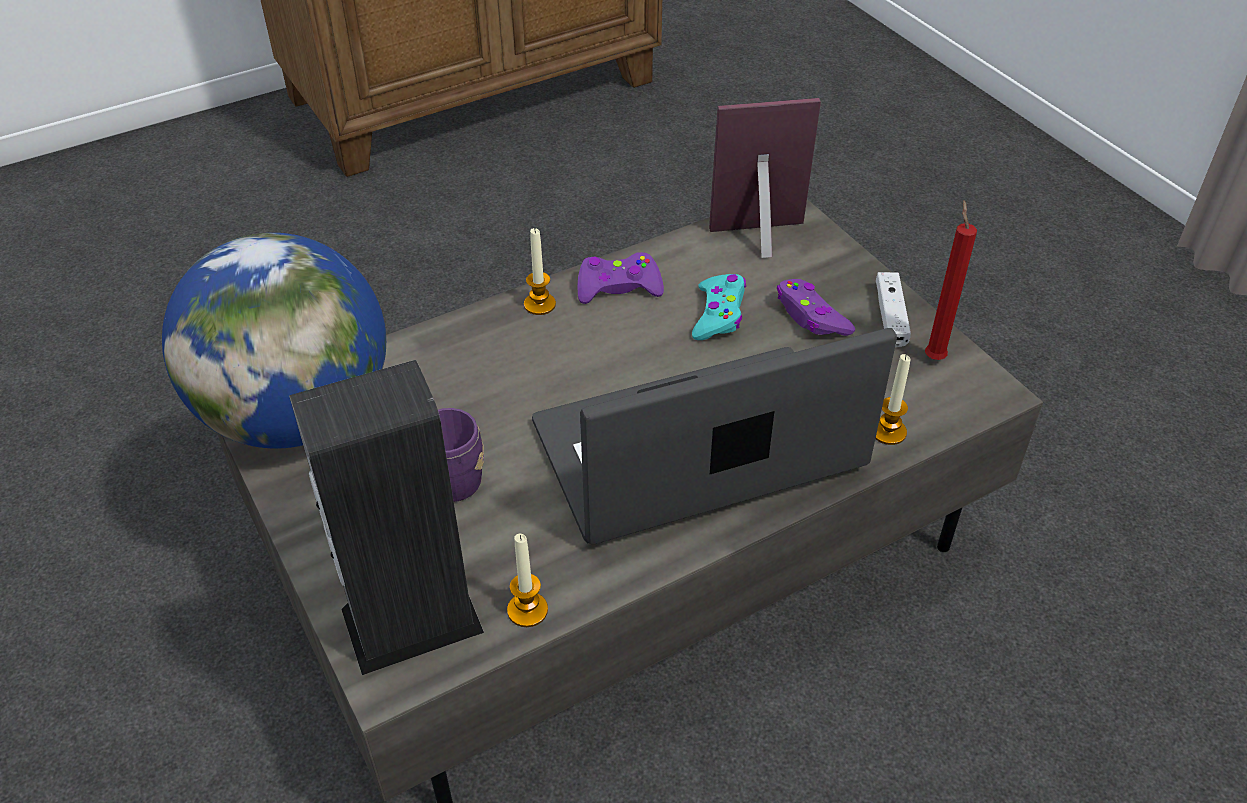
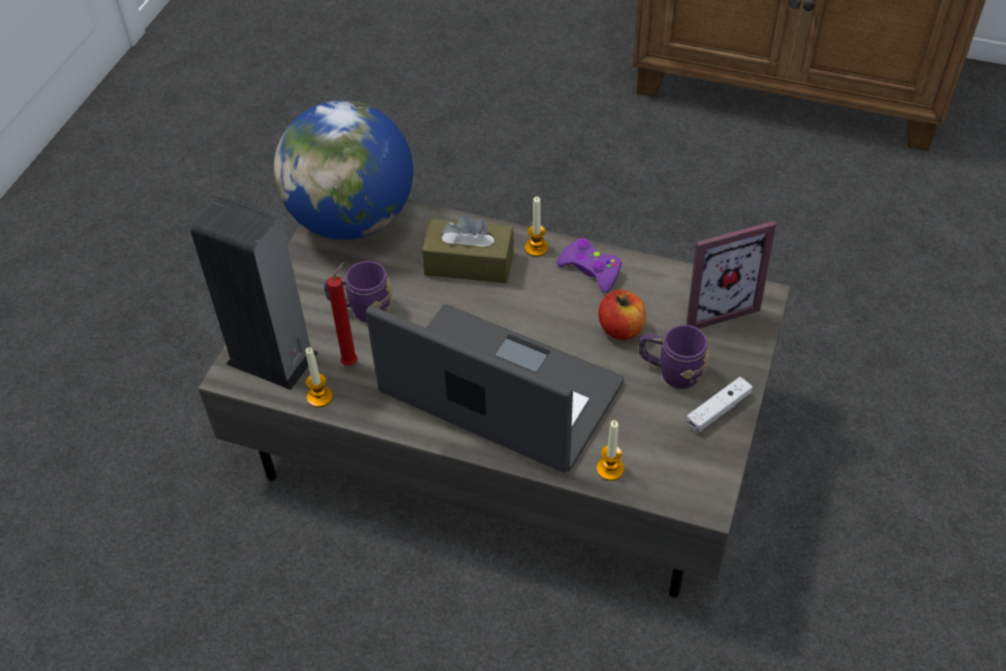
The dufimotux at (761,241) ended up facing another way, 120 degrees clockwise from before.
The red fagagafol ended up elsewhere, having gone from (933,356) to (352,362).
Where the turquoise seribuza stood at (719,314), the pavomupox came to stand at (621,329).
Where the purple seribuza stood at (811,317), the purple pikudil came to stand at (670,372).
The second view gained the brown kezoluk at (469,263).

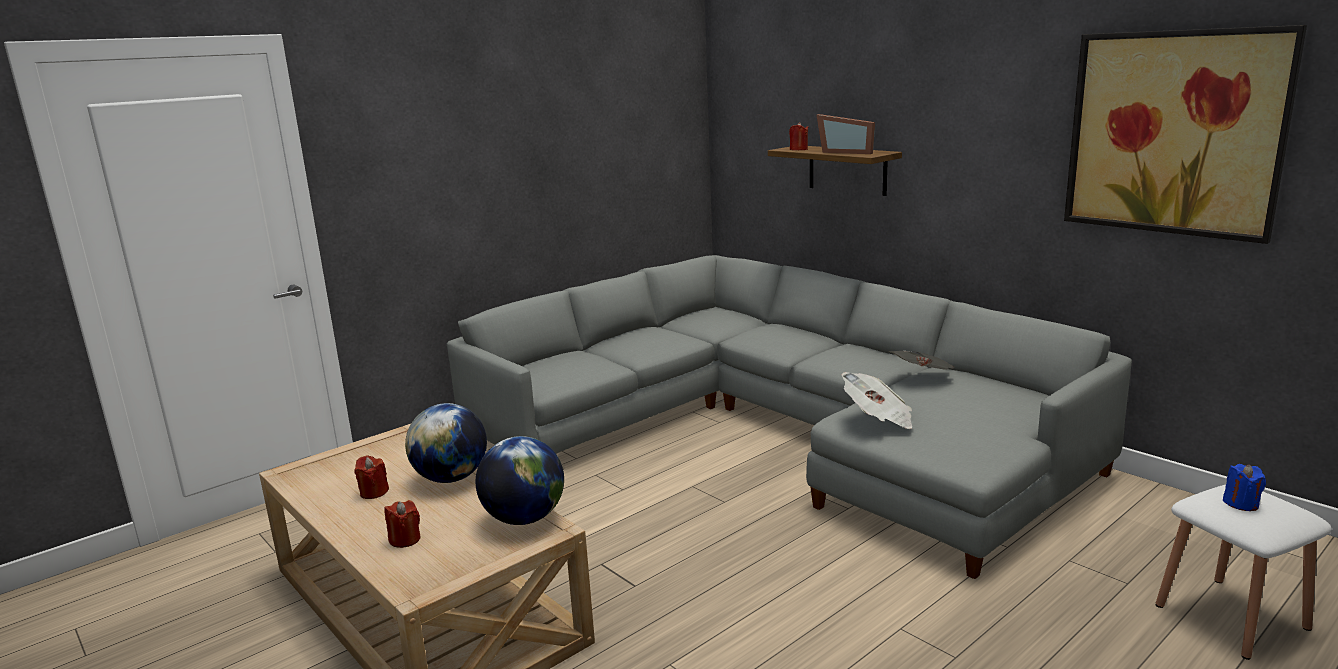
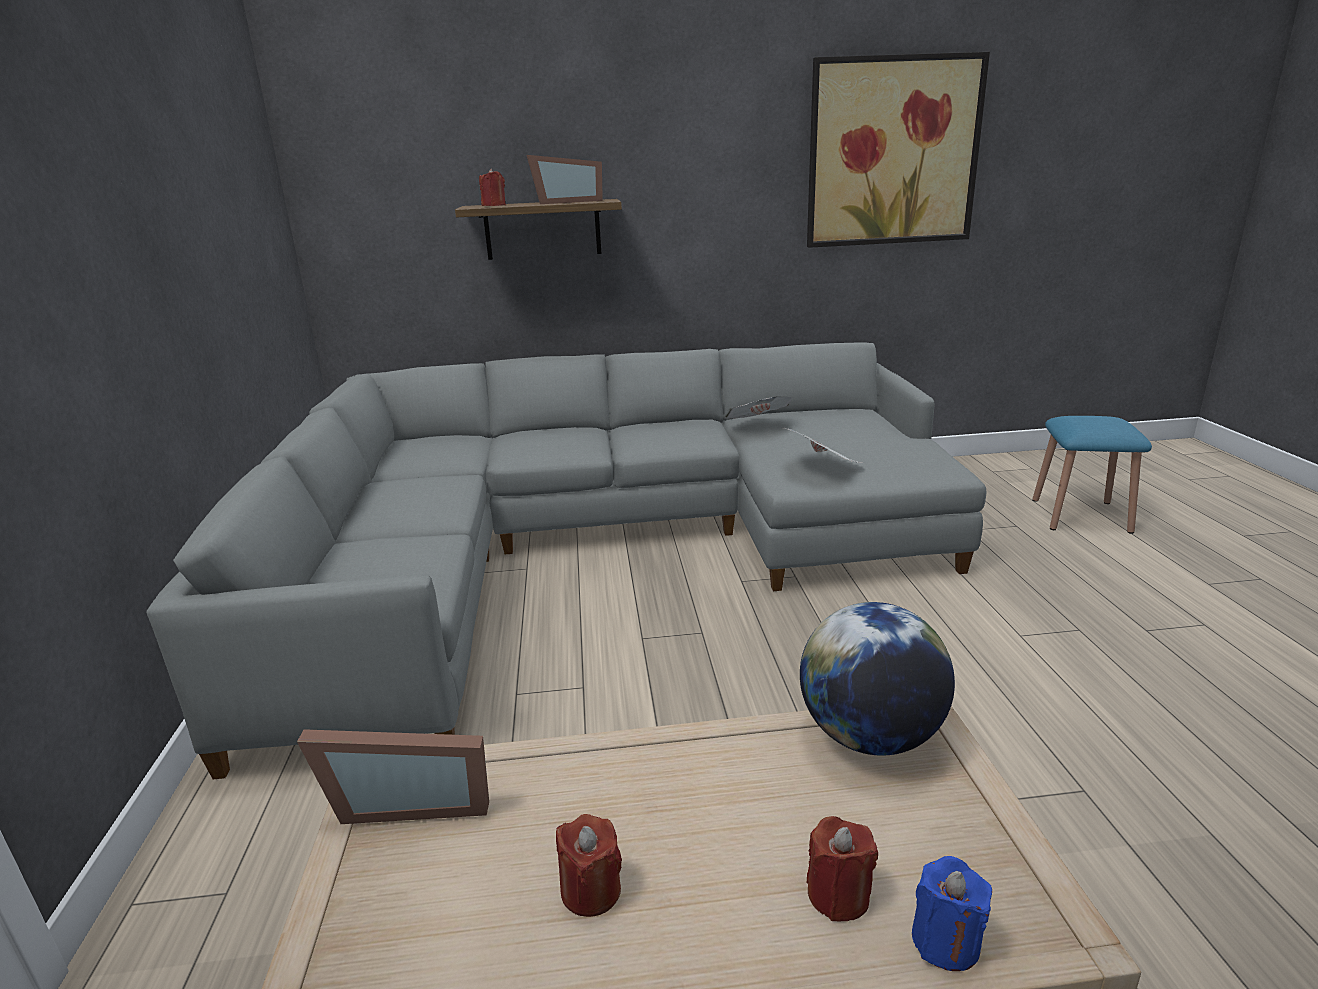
The second view lost the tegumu at (451,478).
The blue fagagafol ended up elsewhere, having gone from (1241,503) to (945,941).
What was the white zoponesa at (1231,616) turned into the blue zoponesa at (1080,515).
The second view gained the dufimotux at (411,801).

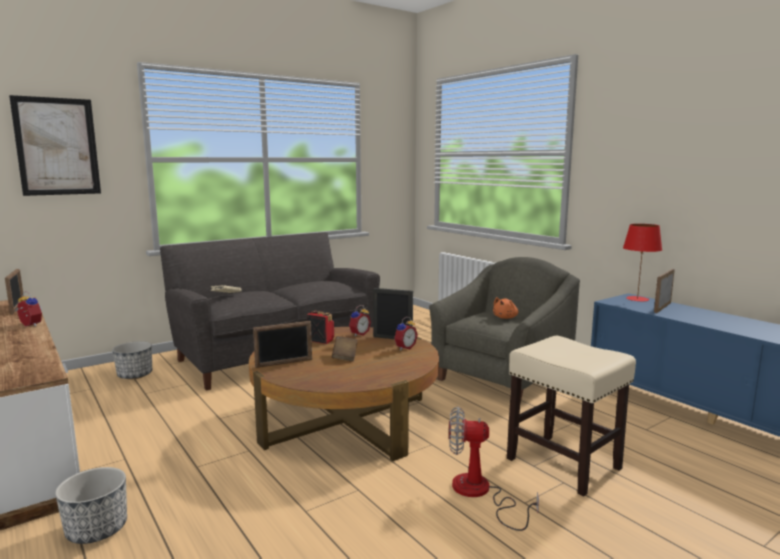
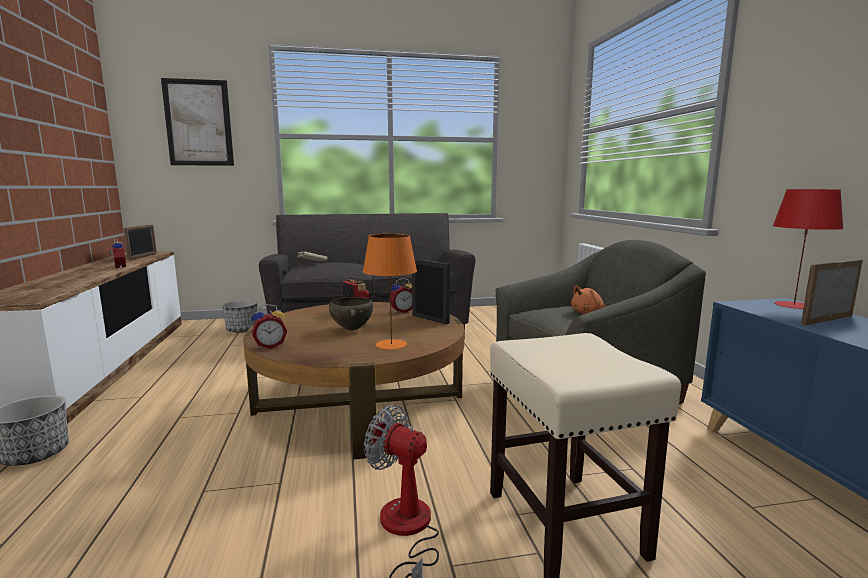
The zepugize ended up elsewhere, having gone from (404,348) to (270,346).
The second view lost the dufimotux at (284,363).
Where the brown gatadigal stood at (345,356), the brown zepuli came to stand at (352,329).
The second view gained the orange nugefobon at (391,345).

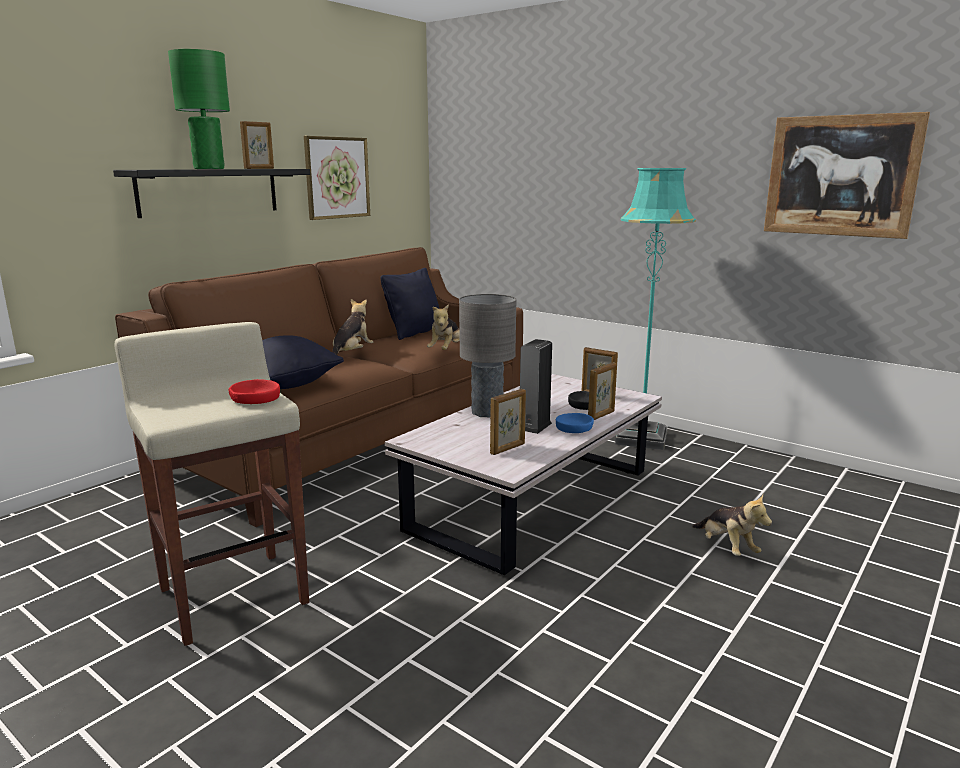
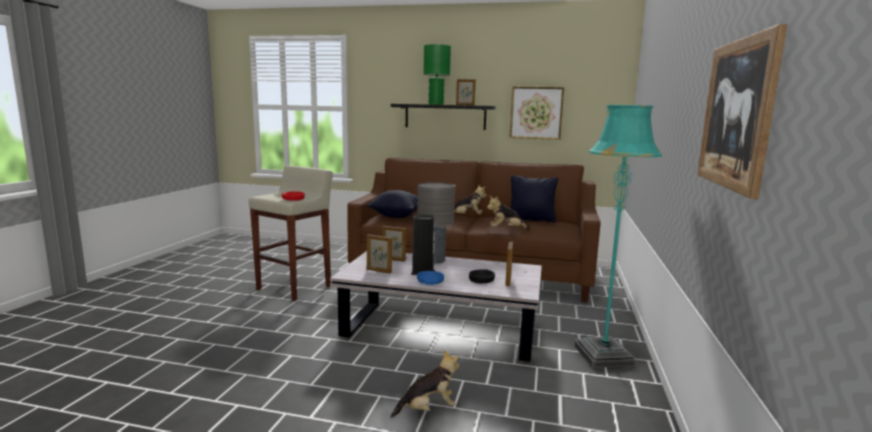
The dufimotux ended up elsewhere, having gone from (601,416) to (393,259).
The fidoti at (726,548) ended up facing another way, 150 degrees counterclockwise from before.

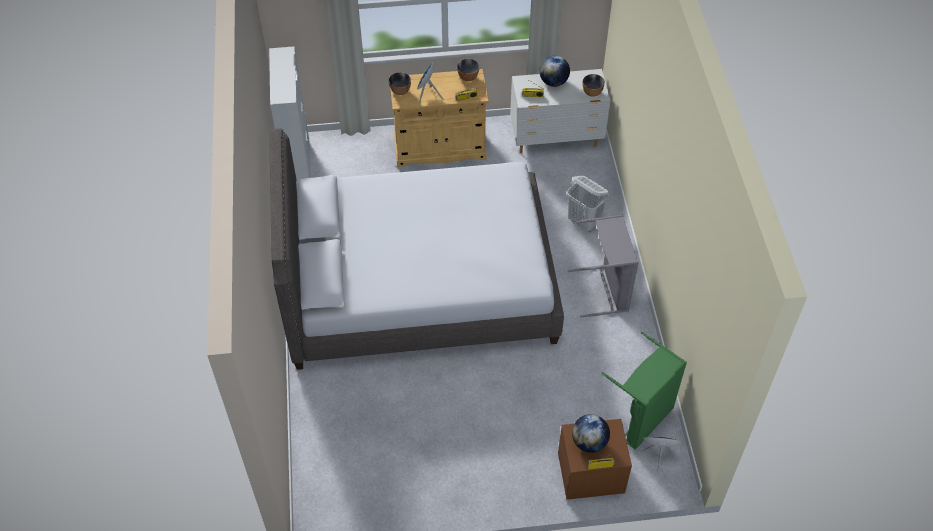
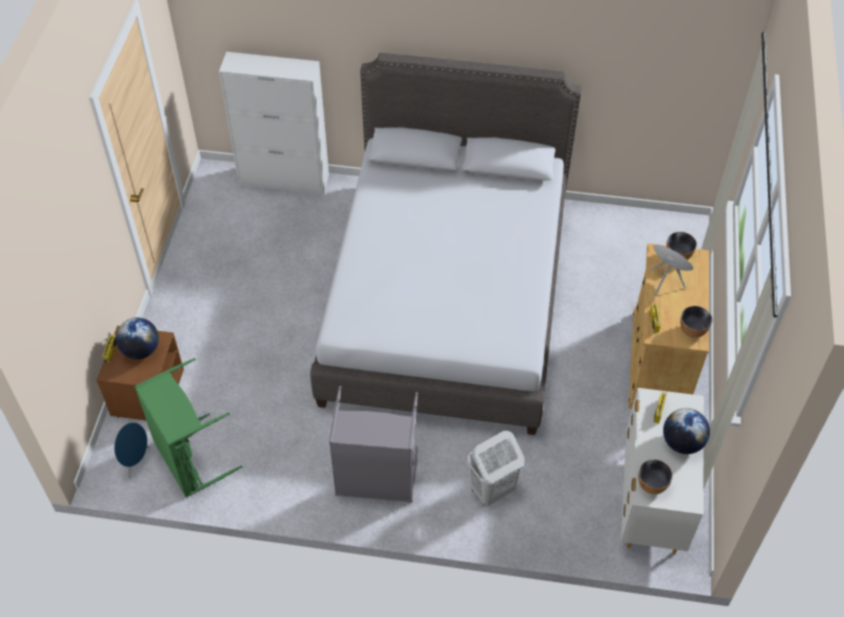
The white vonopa ended up elsewhere, having gone from (299,168) to (284,180).

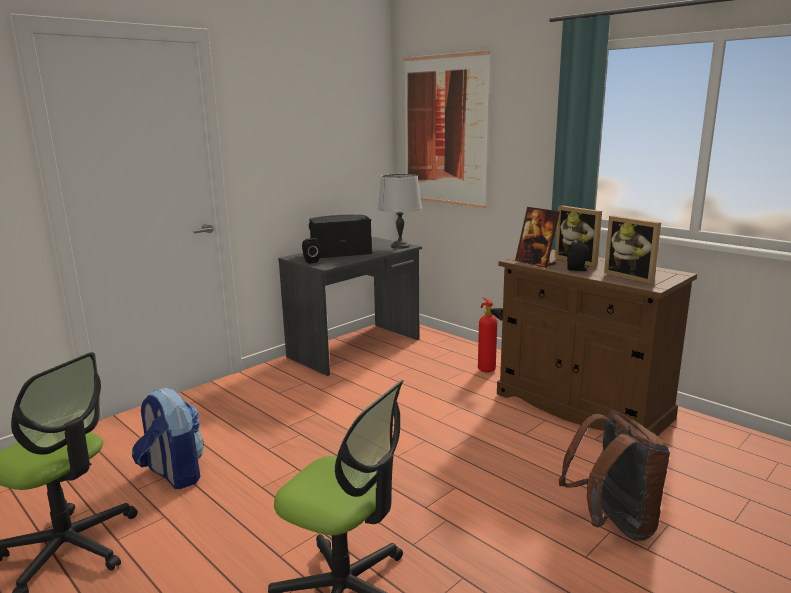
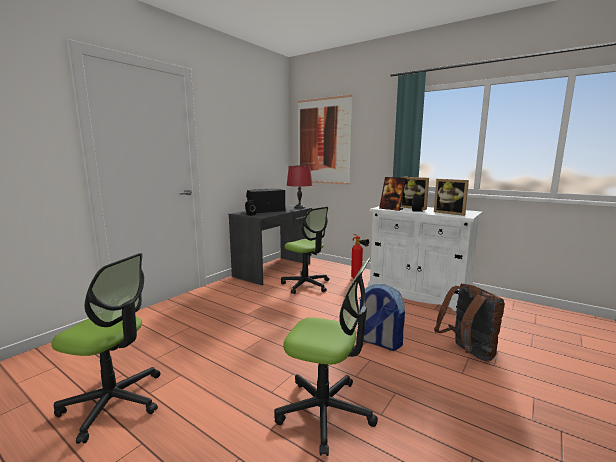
What was the grey nugefobon at (399,246) turned into the red nugefobon at (299,208).
What was the brown vonopa at (581,406) turned into the white vonopa at (418,293).
The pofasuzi ended up elsewhere, having gone from (173,474) to (378,342).
The second view gained the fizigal at (306,285).

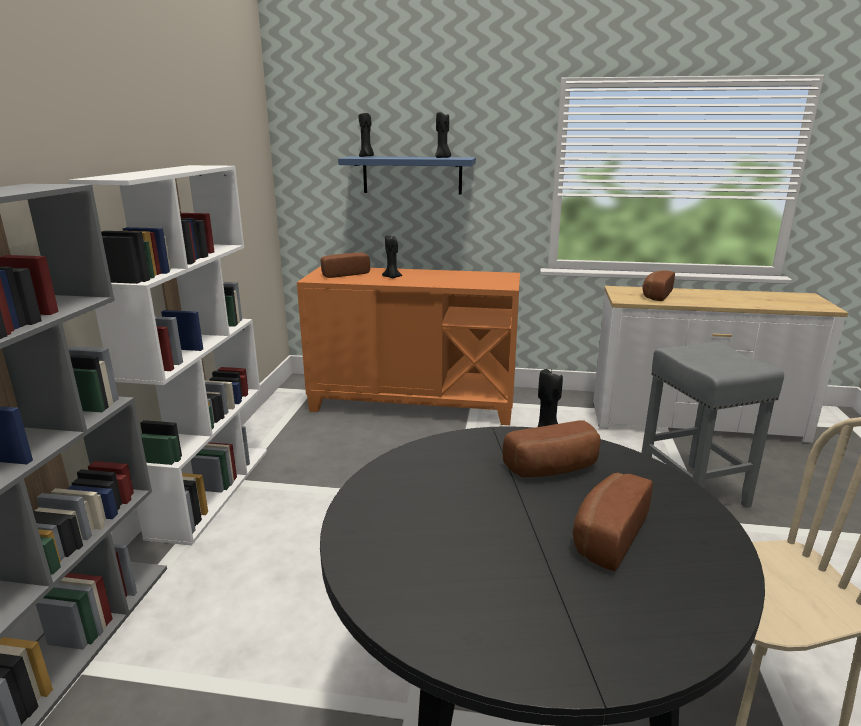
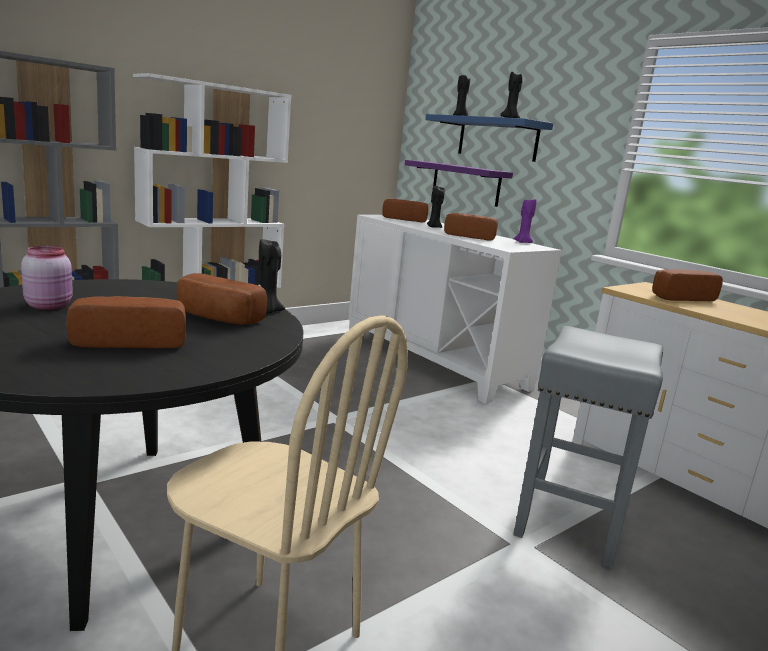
What was the orange vonopa at (413,403) turned into the white vonopa at (434,361).
The second view gained the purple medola at (465,183).
The second view gained the purple fagagafol at (523,242).
The second view gained the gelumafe at (470,236).
The second view gained the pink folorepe at (50,306).

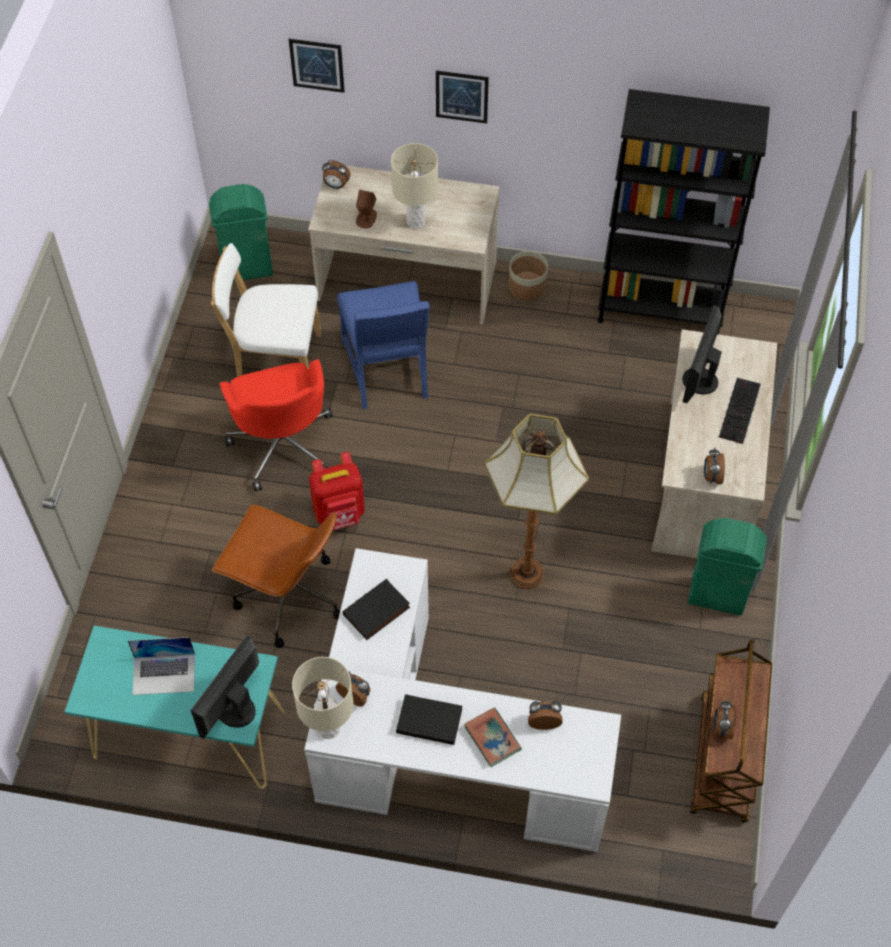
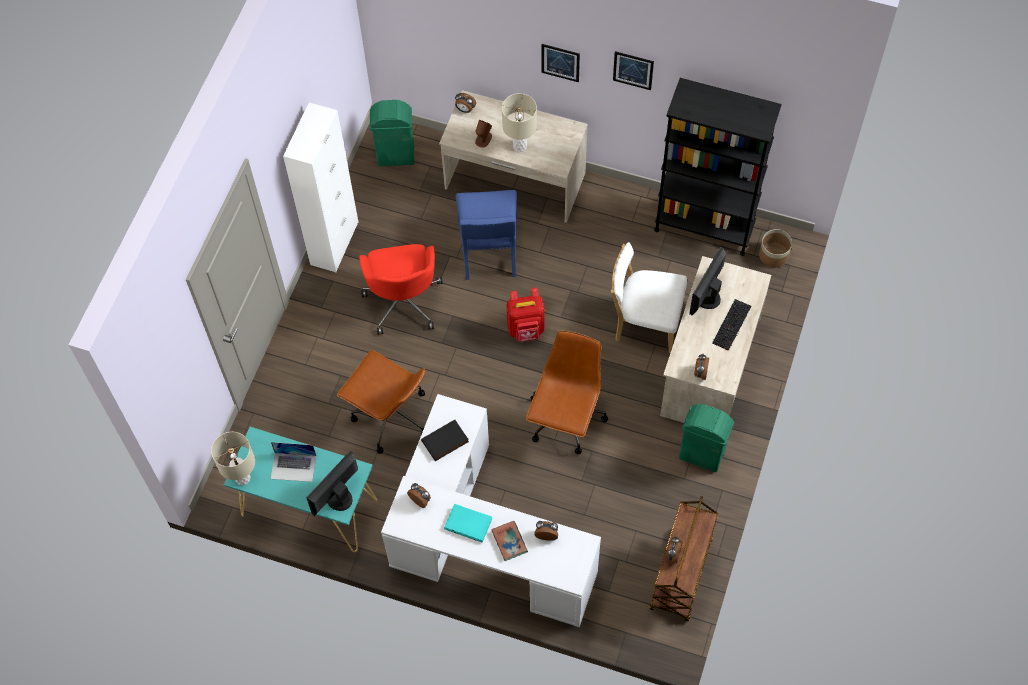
The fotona ended up elsewhere, having gone from (317,65) to (633,70).
The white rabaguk ended up elsewhere, having gone from (274,359) to (645,323).
The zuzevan ended up elsewhere, having gone from (527,286) to (774,255).
Where the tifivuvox stood at (527,572), the brown fizigal came to stand at (566,420).
The red pofasuzi ended up elsewhere, having gone from (340,513) to (526,329).
The beige nugefobon ended up elsewhere, having gone from (328,728) to (242,478).
What was the black gatadigal at (430,720) turned into the turquoise gatadigal at (469,523).
The second view gained the white vonopa at (334,243).

